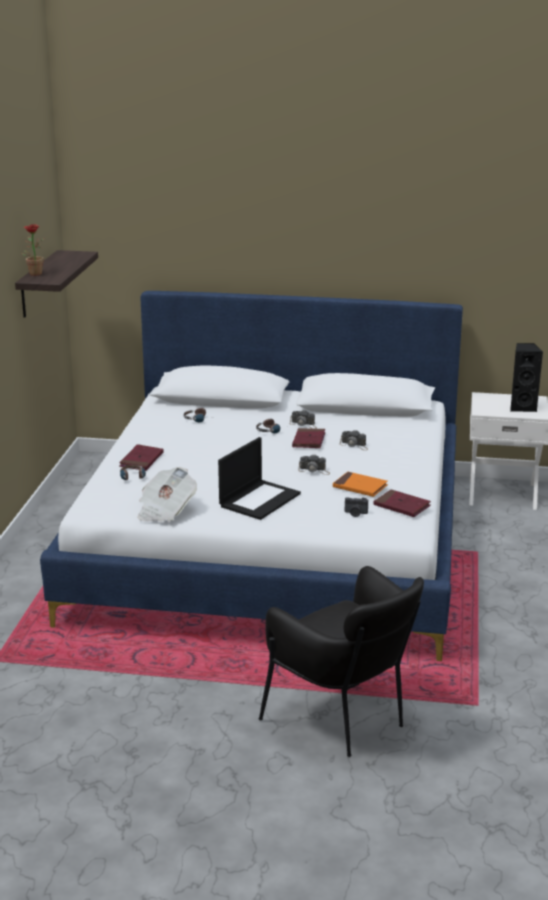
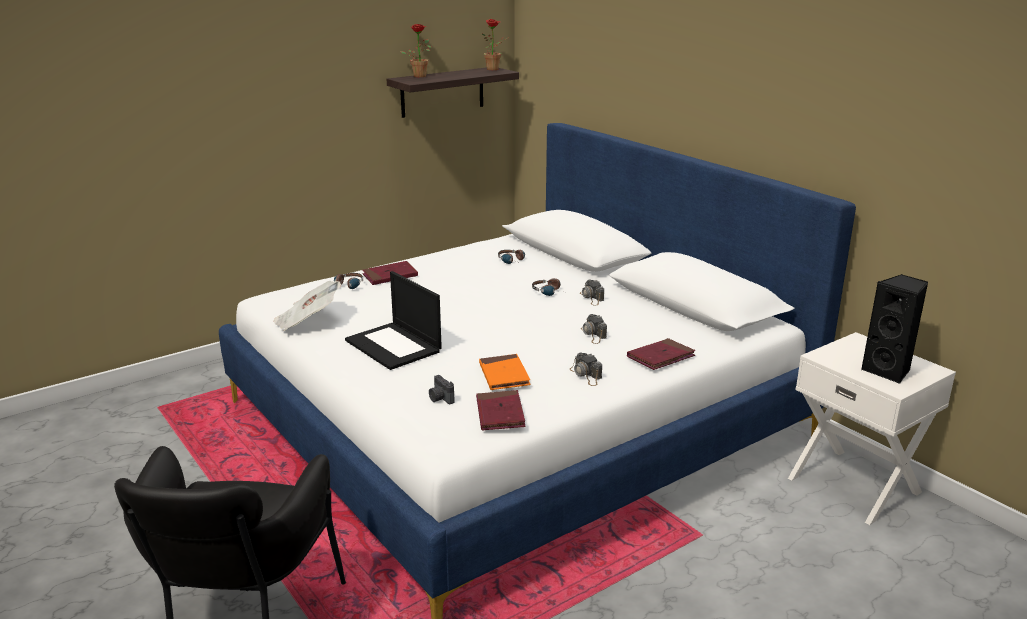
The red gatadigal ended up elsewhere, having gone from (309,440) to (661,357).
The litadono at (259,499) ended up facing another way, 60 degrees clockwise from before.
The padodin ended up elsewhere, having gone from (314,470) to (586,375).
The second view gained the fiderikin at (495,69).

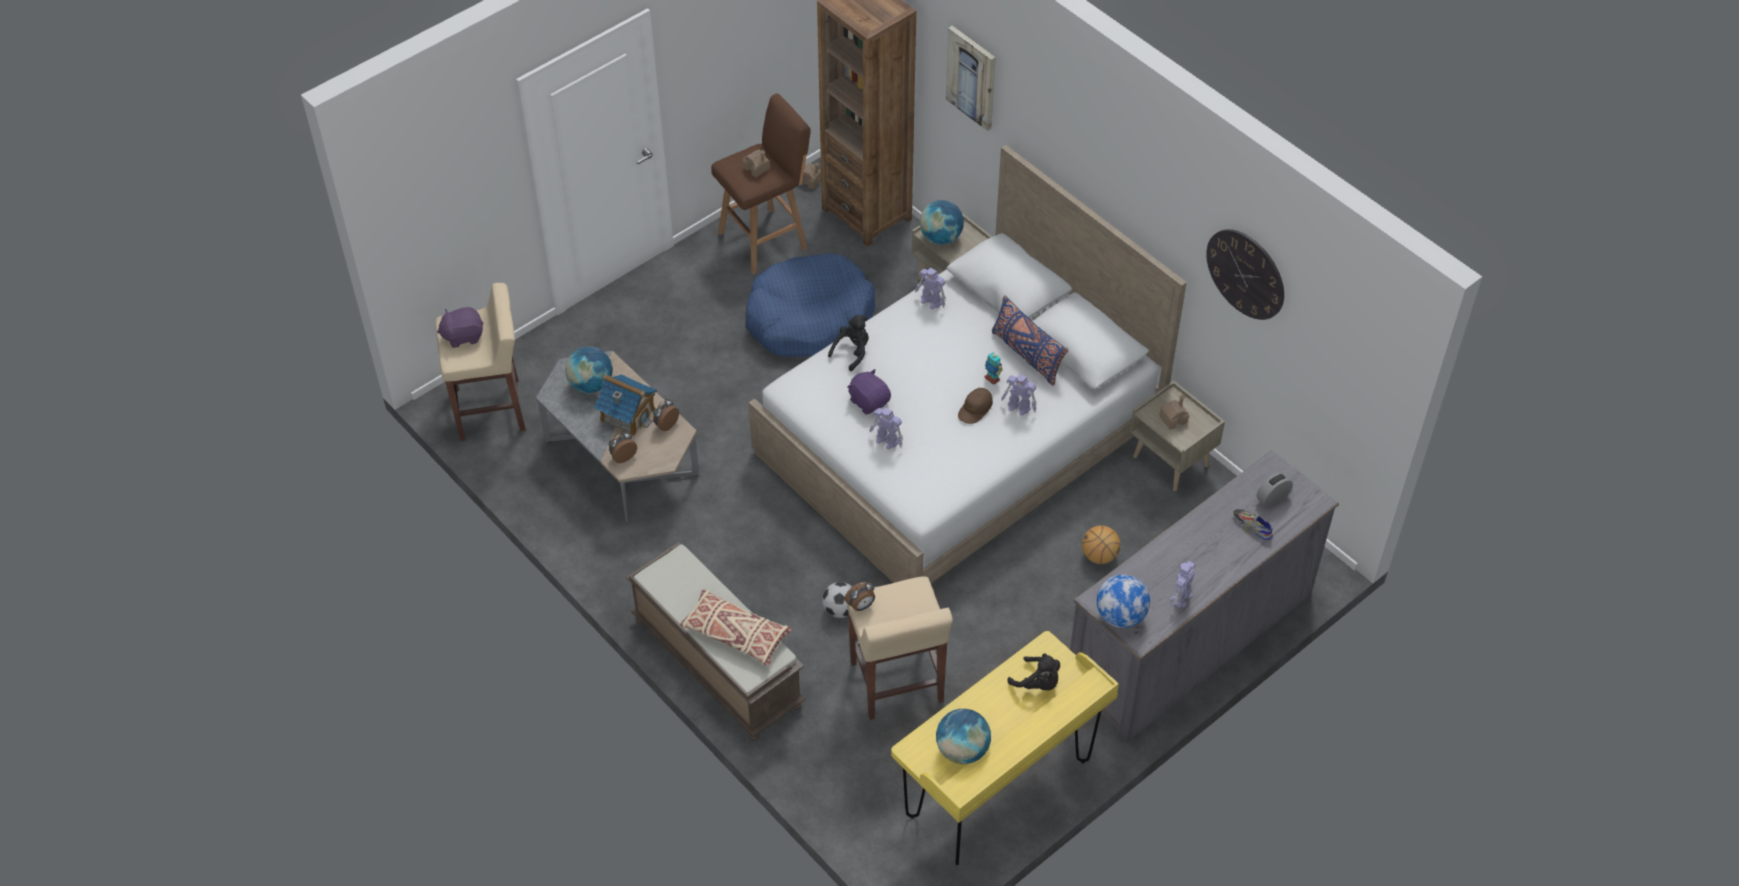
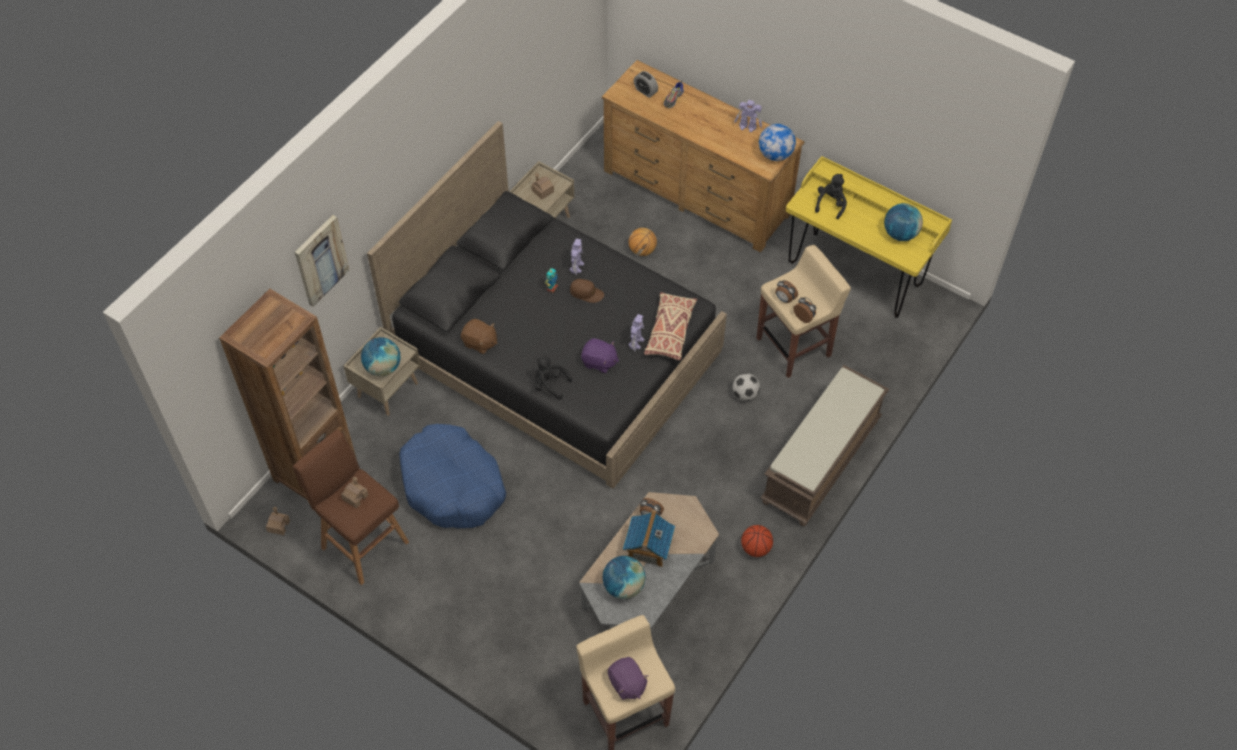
What was the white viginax at (959,438) turned into the black viginax at (557,353).
The second view lost the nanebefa at (1245,274).
Where the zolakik stood at (931,302), the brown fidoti came to stand at (479,343).
The second view lost the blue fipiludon at (1027,354).
The purple fidoti at (869,401) ended up facing another way, 105 degrees counterclockwise from before.
The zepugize ended up elsewhere, having gone from (623,456) to (784,299).
What was the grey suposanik at (1189,640) turned into the brown suposanik at (696,192).
The beige fipiludon ended up elsewhere, having gone from (736,634) to (670,331).
The second view gained the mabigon at (755,548).

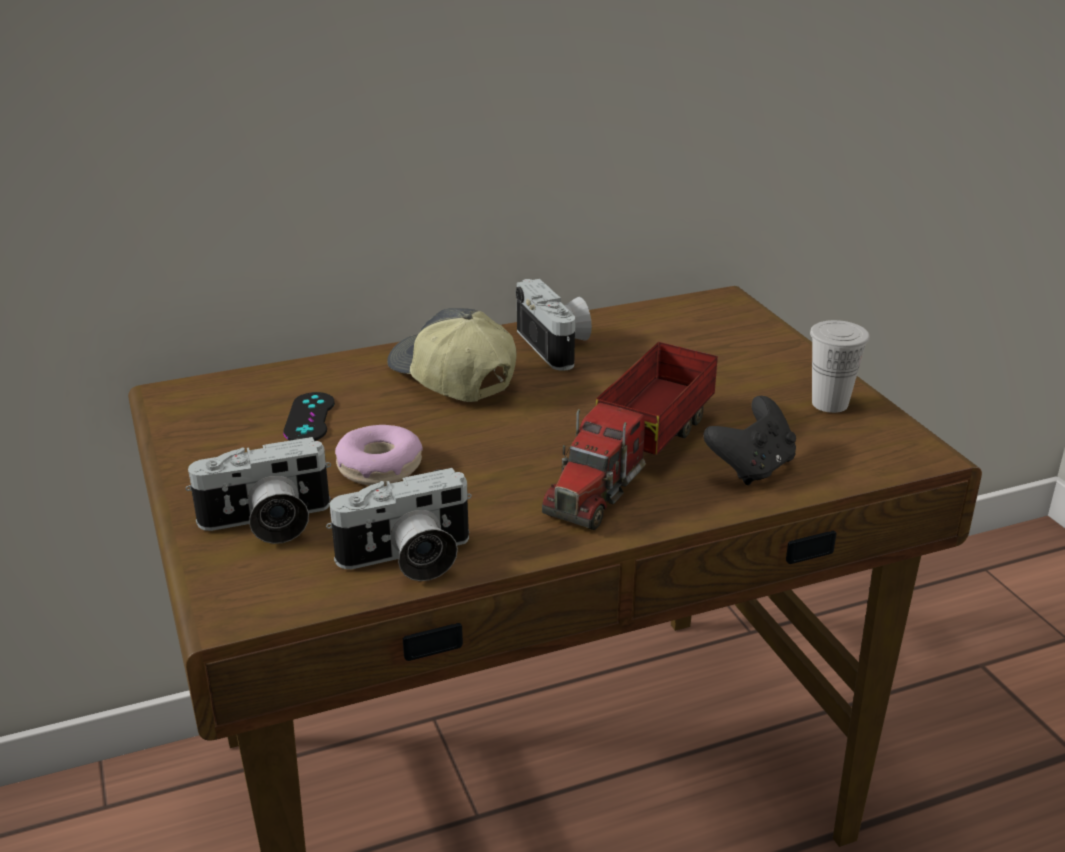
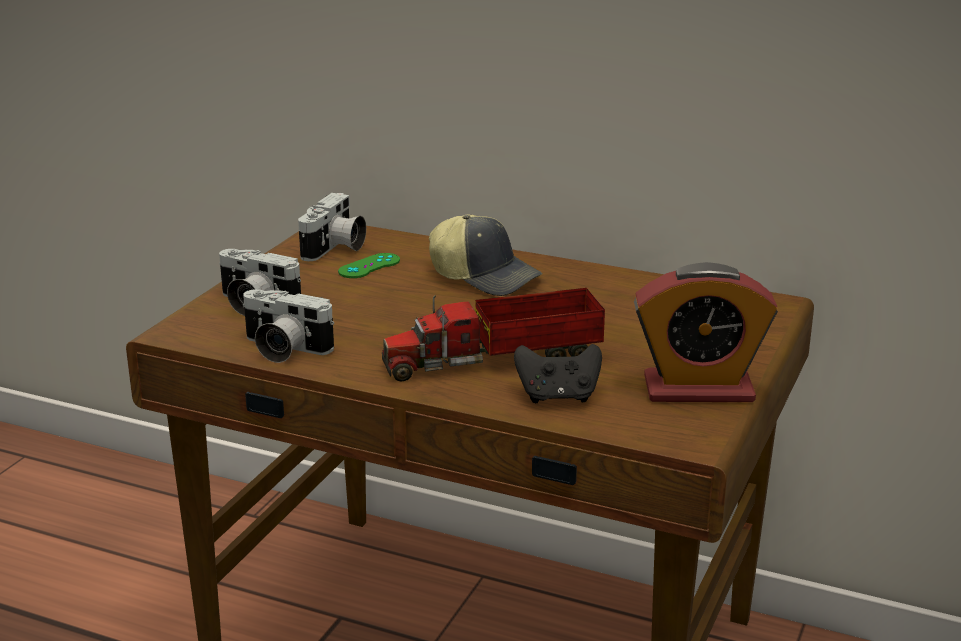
The padodin ended up elsewhere, having gone from (558,346) to (335,249).
The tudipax at (450,378) ended up facing another way, 120 degrees clockwise from before.
Where the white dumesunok stood at (829,403), the zepugize came to stand at (698,389).
What was the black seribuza at (309,418) turned into the green seribuza at (369,266).
The second view lost the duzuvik at (380,467).

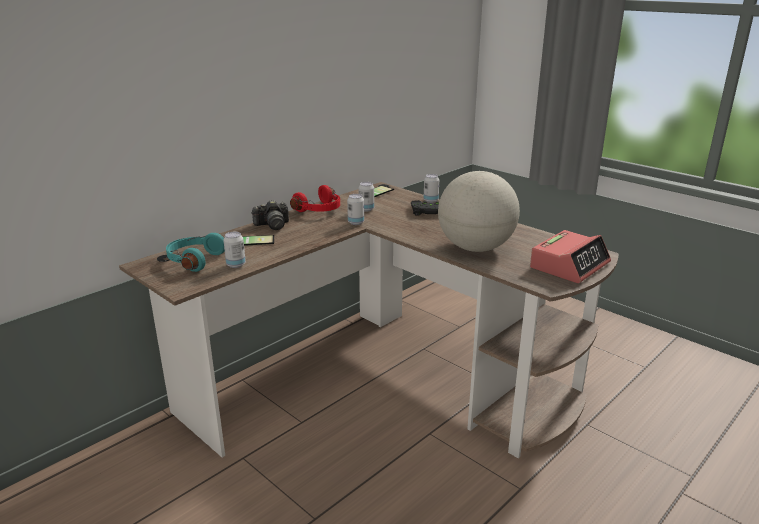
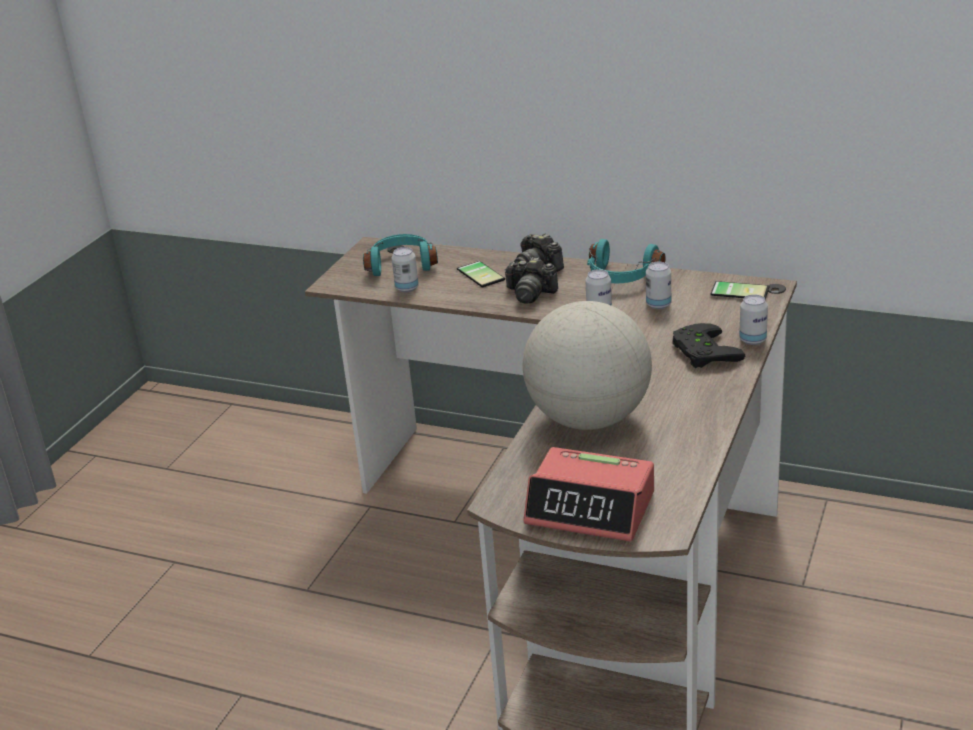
What was the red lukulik at (320,210) turned into the turquoise lukulik at (621,277).
The second view gained the padodin at (530,294).

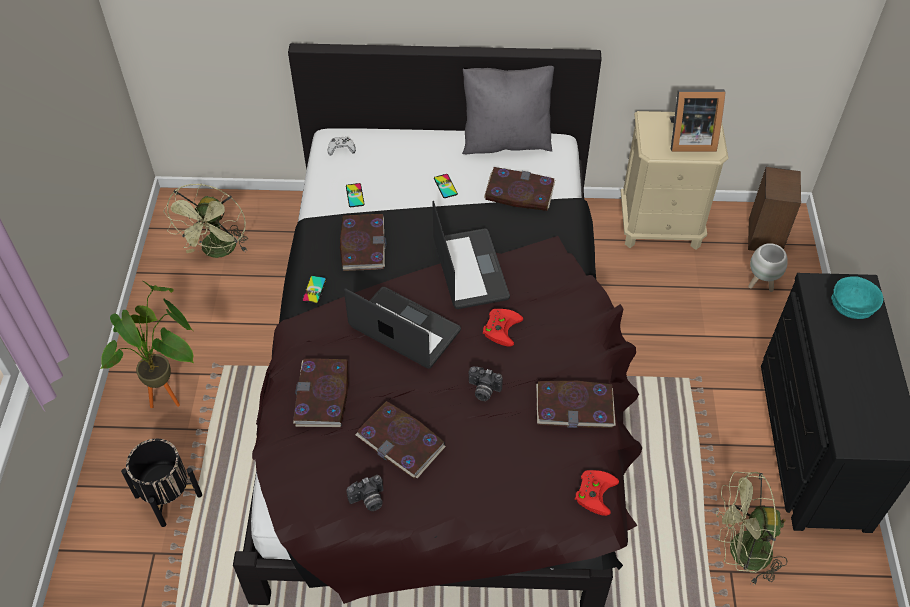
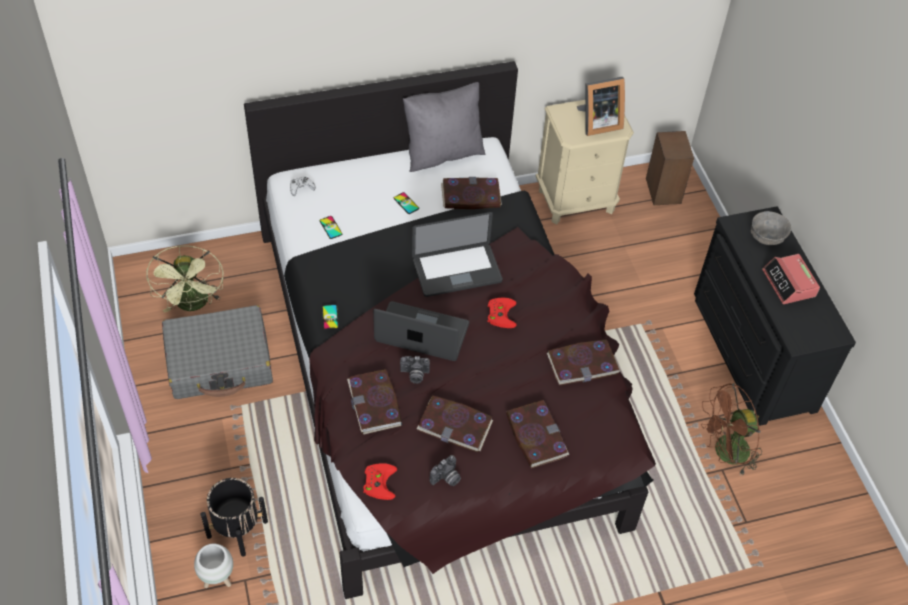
The litadono at (470,270) ended up facing another way, 105 degrees clockwise from before.
The gatadigal ended up elsewhere, having gone from (362,244) to (535,435).
The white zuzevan ended up elsewhere, having gone from (761,284) to (218,579).
What was the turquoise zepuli at (851,308) turned into the grey zepuli at (766,237).
The second view lost the fiderikin at (173,397).
The padodin ended up elsewhere, having gone from (483,390) to (414,375).
The red seribuza ended up elsewhere, having gone from (594,491) to (378,481).
What was the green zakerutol at (740,553) turned into the brown zakerutol at (725,453).
The second view gained the zepugize at (789,283).
The second view gained the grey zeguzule at (220,362).

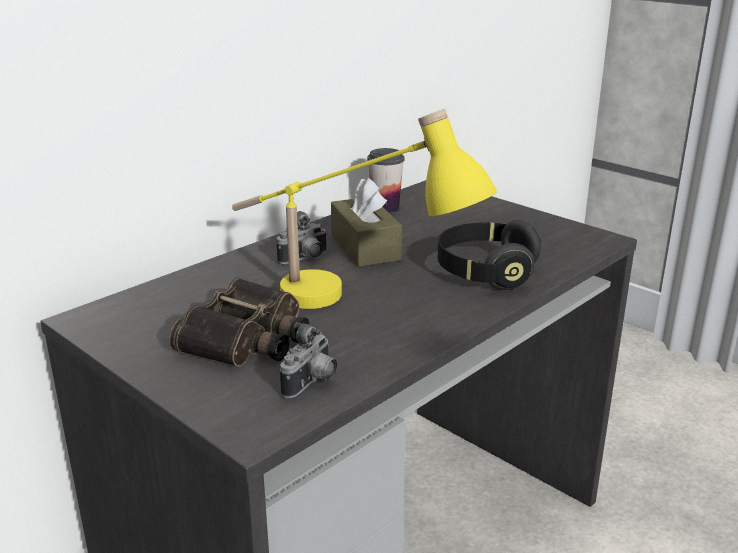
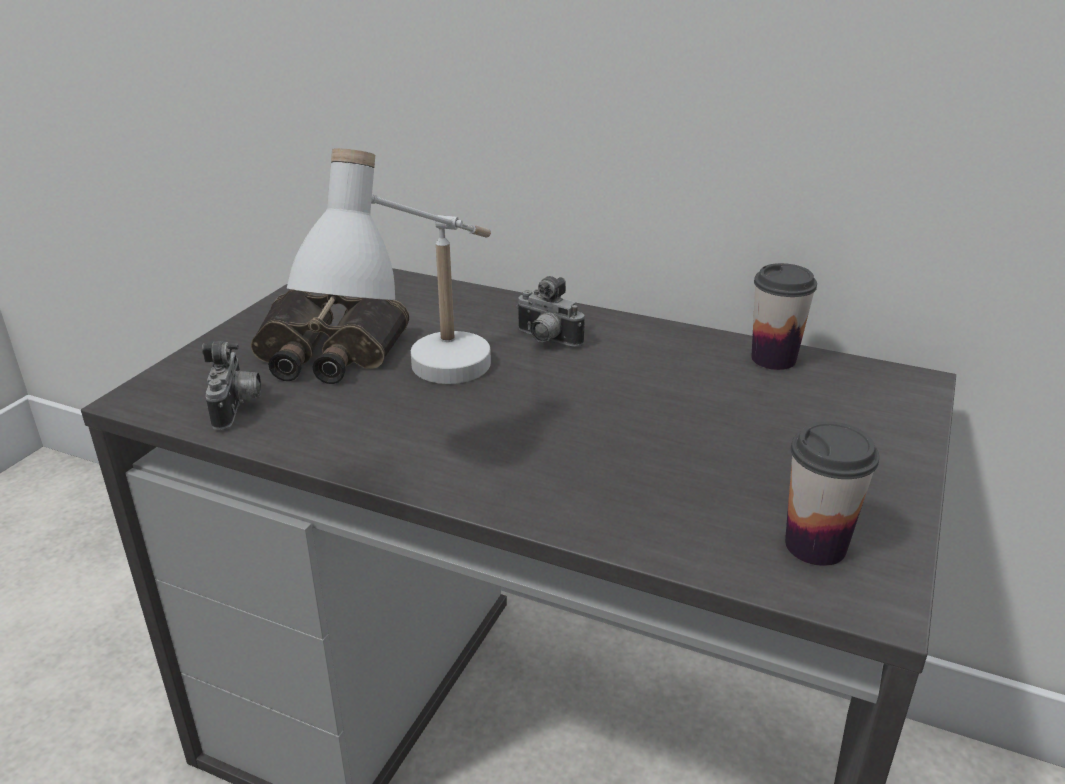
What was the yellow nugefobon at (348,307) turned into the white nugefobon at (430,394).
The second view lost the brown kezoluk at (365,247).
The second view lost the black lukulik at (486,272).
The padodin at (312,383) ended up facing another way, 105 degrees counterclockwise from before.
The second view gained the dumesunok at (815,545).

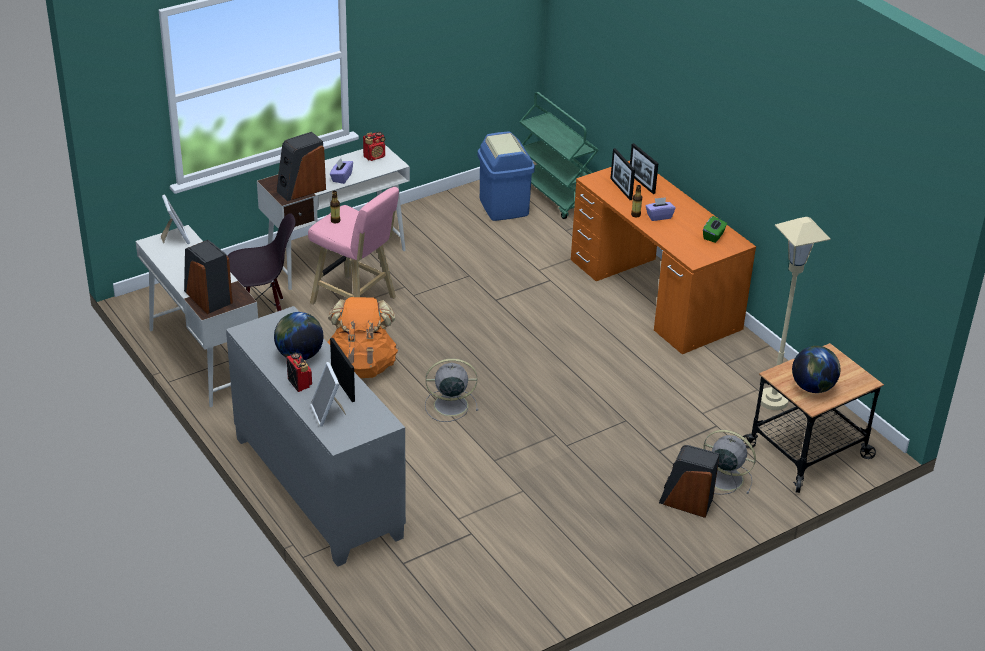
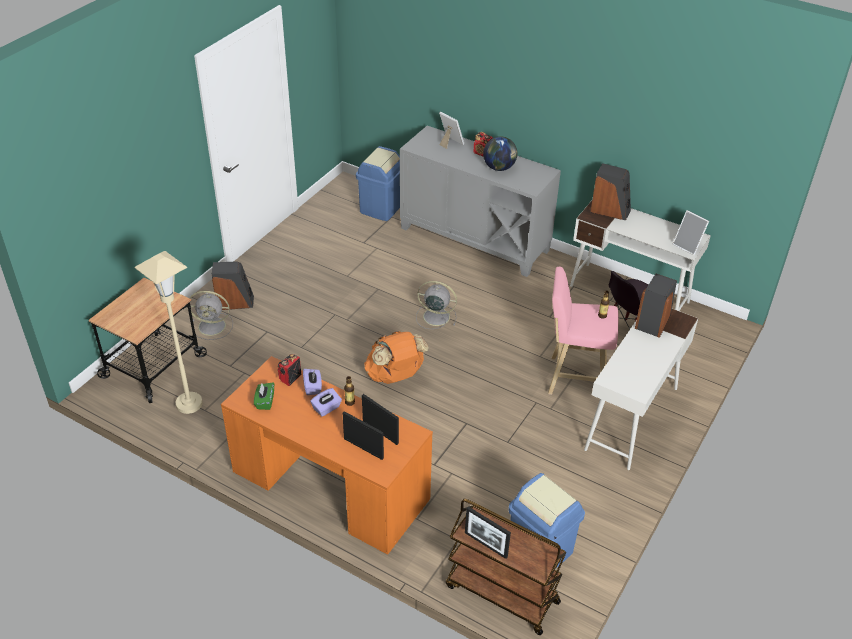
What was the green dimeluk at (555,195) turned into the brown dimeluk at (501,594).
The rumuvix ended up elsewhere, having gone from (375,156) to (289,378).
The purple kezoluk ended up elsewhere, having gone from (341,178) to (313,387).
The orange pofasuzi ended up elsewhere, having gone from (362,365) to (395,376).
The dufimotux ended up elsewhere, having gone from (343,386) to (486,544).
The second view lost the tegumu at (813,387).
The grey zakerutol at (449,405) ended up facing another way, 135 degrees counterclockwise from before.
The second view gained the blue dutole at (381,208).

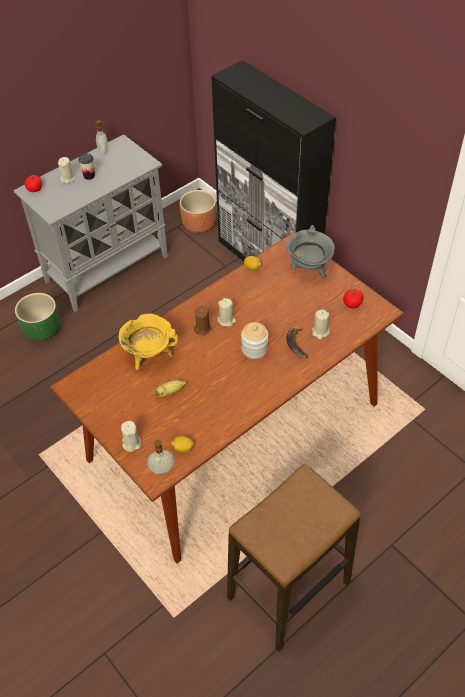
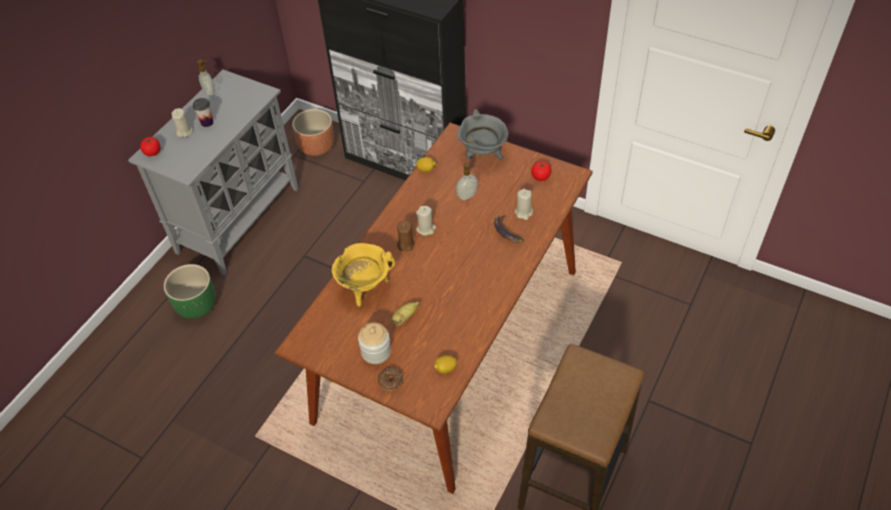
The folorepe ended up elsewhere, having gone from (254,349) to (376,352).
Where the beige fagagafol stood at (131,443), the duzuvik came to stand at (390,381).
The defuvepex ended up elsewhere, having gone from (162,470) to (467,196).

